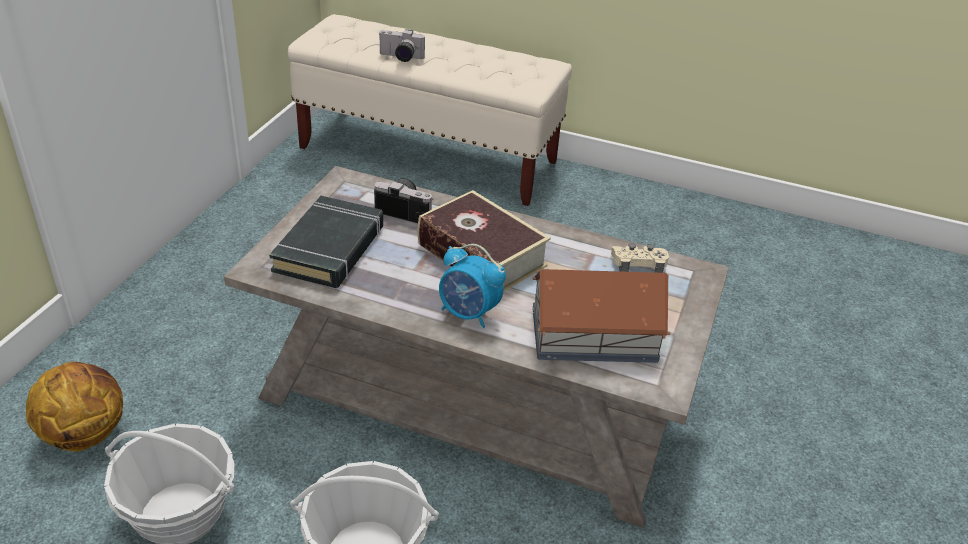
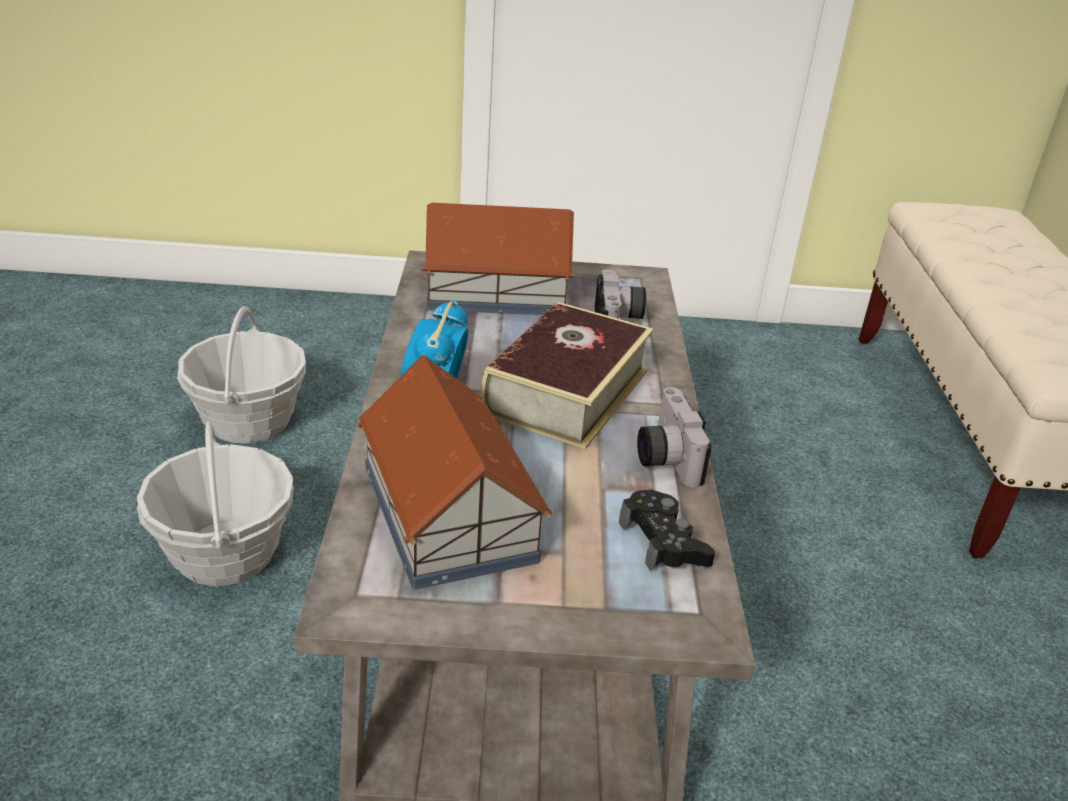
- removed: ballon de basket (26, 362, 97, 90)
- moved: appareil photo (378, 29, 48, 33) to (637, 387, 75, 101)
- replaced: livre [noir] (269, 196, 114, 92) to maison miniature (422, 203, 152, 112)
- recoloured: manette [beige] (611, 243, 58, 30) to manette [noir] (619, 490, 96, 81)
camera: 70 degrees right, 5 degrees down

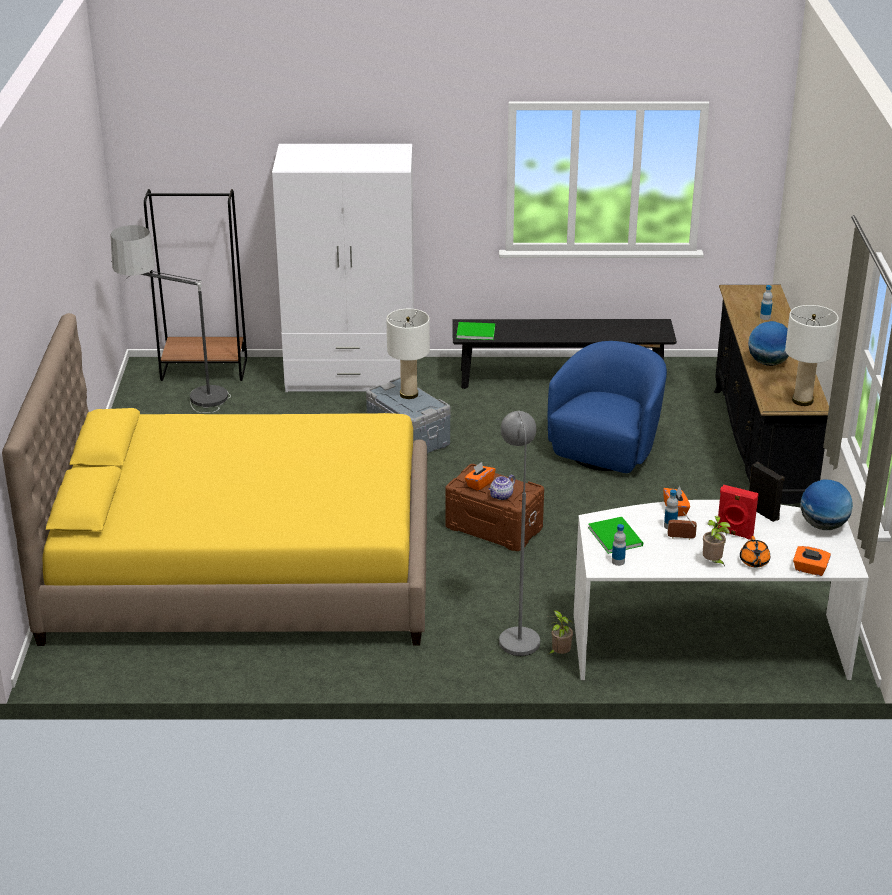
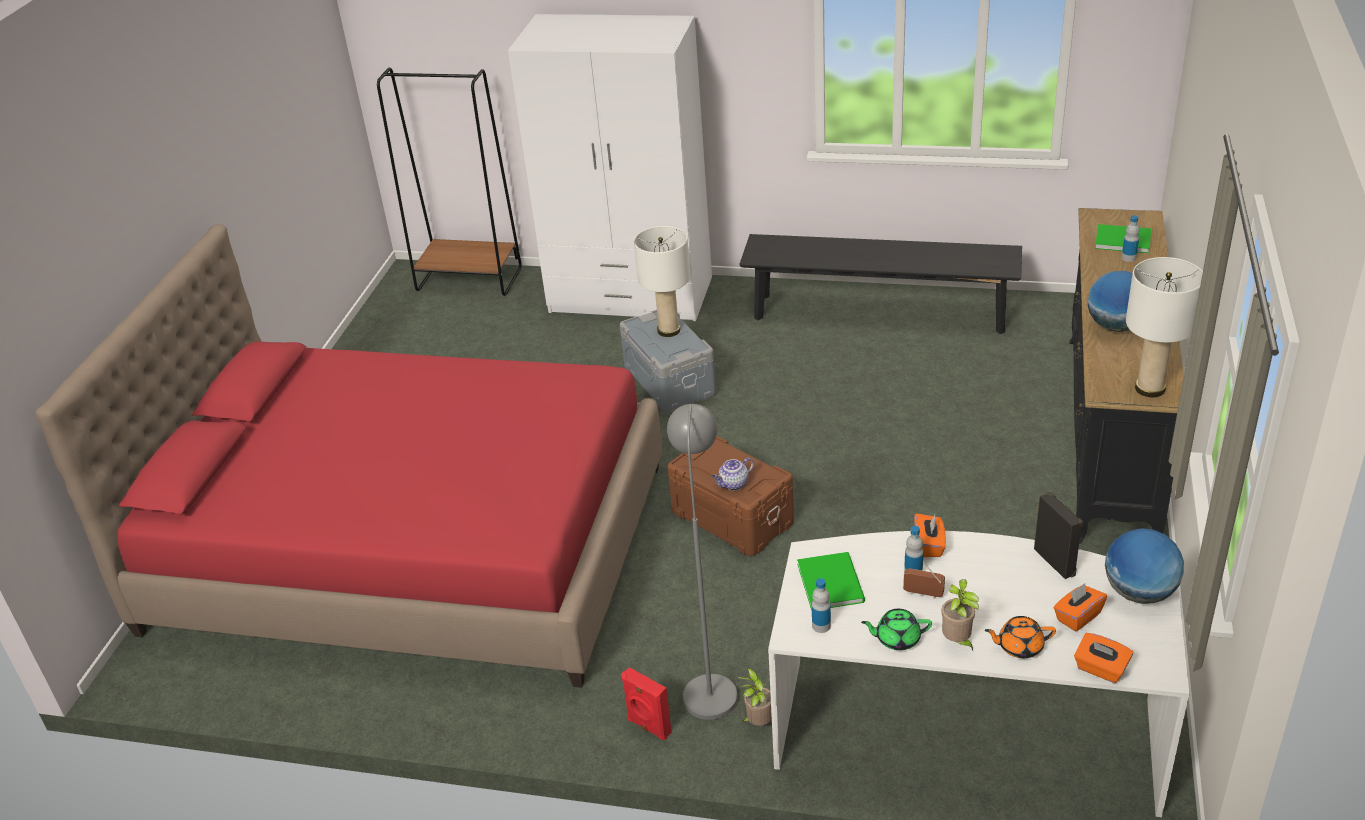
- removed: lampadaire (110, 225, 121, 188)
- removed: fauteuil [bleu] (548, 341, 119, 132)
- added: théière [vert] (861, 609, 71, 41)
- moved: livre [vert] (456, 322, 39, 18) to (1095, 224, 56, 29)
- moved: boîte à mouchoirs [orange] (465, 462, 31, 29) to (1054, 583, 53, 49)
- moved: enceinte [rouge] (718, 485, 41, 55) to (621, 667, 50, 73)
- recoloured: lit [jaune] (2, 313, 425, 333) to lit [rouge] (35, 224, 628, 464)
- turned: théière [orange] (740, 536, 30, 31) = (984, 616, 72, 42) 75 degrees clockwise
camera: 15 degrees right, 5 degrees up

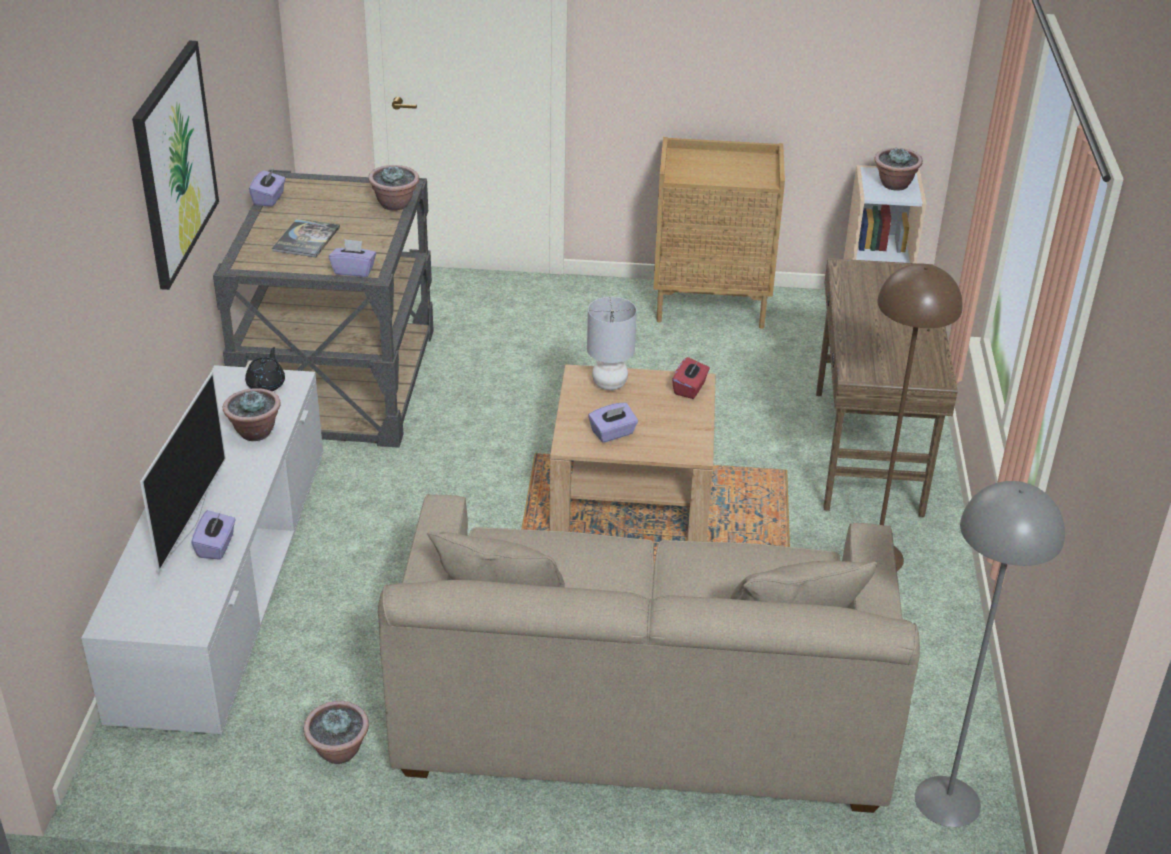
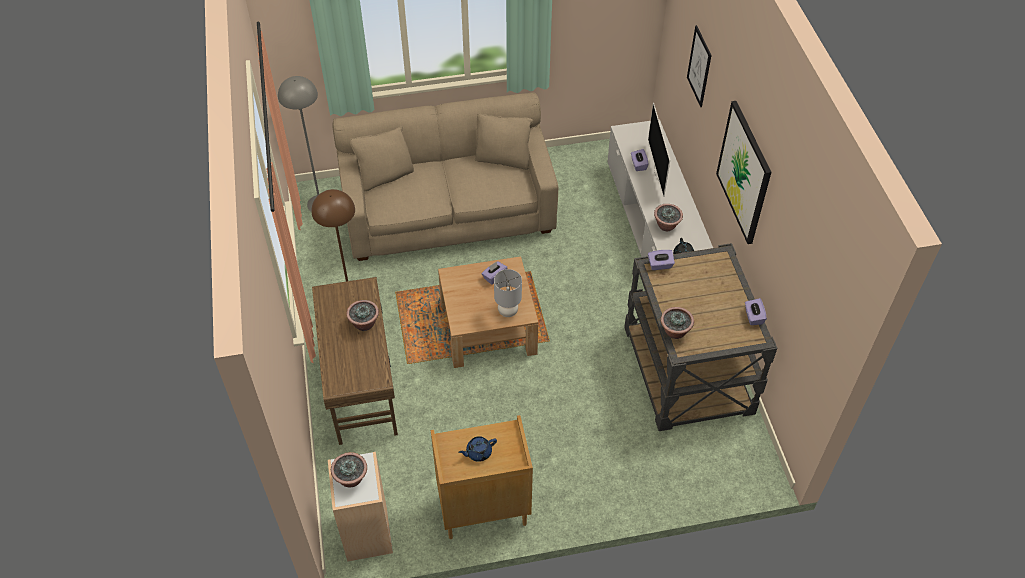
- removed: livre (272, 219, 68, 38)
- removed: boîte à mouchoirs [rouge] (672, 357, 38, 42)
- added: théière [bleu] (458, 436, 39, 26)
- added: tableau (687, 25, 25, 82)
- moved: plante en pot (304, 701, 65, 63) to (346, 300, 33, 31)
camera: 165 degrees right, 15 degrees up

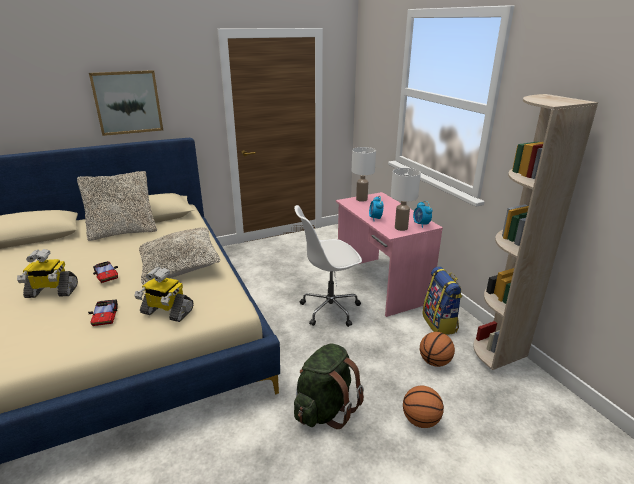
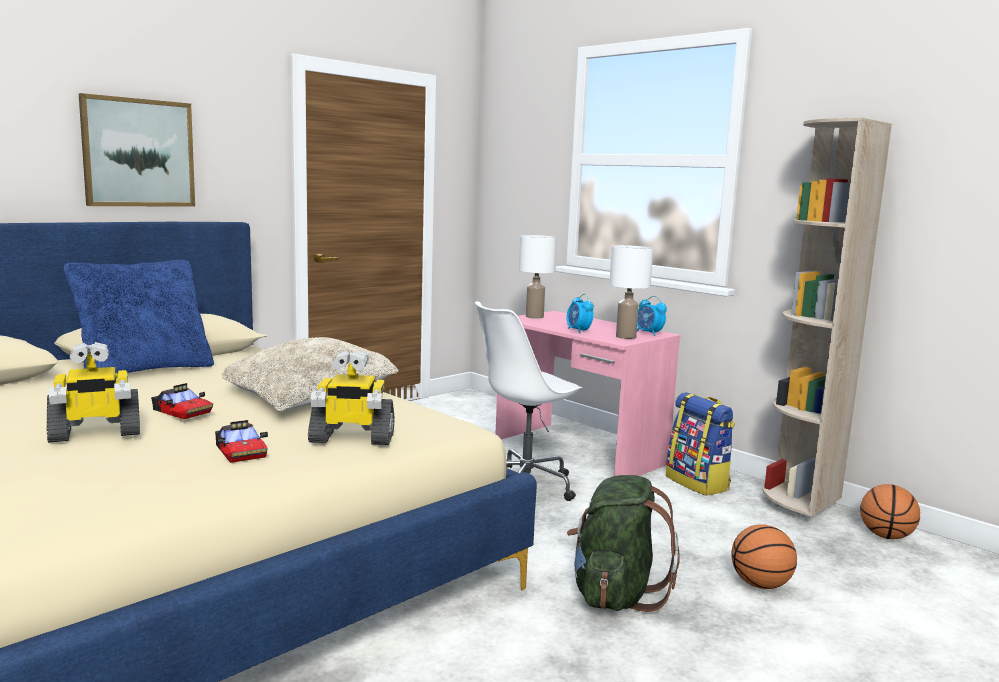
- moved: ballon de basket (420, 332, 35, 35) to (860, 484, 60, 55)
- recoloured: coussin [beige] (77, 171, 80, 70) to coussin [bleu] (64, 259, 150, 114)
camera: 20 degrees left, 15 degrees down

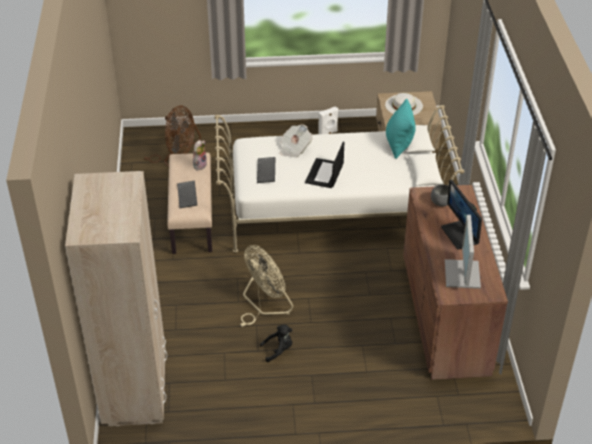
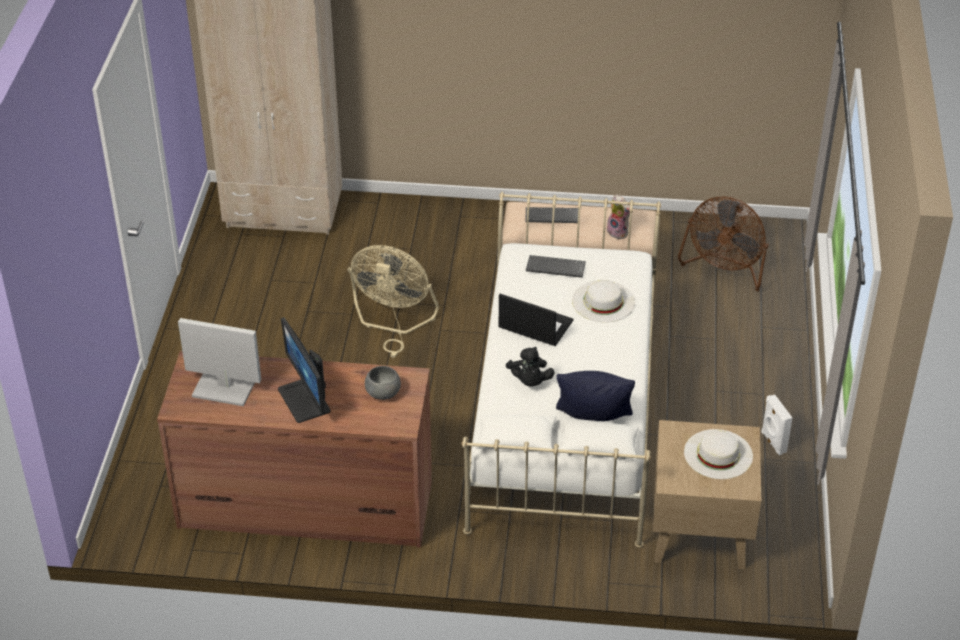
- moved: peluche [noir] (260, 324, 32, 38) to (506, 347, 48, 39)
- replaced: journal (280, 125, 32, 32) to chapeau [blanc] (572, 280, 63, 42)
- recoloured: coussin [turquoise] (386, 99, 30, 60) to coussin [noir] (556, 371, 79, 50)
- turned: ventilateur [beige] (239, 245, 54, 82) = (347, 245, 92, 113) 135 degrees counterclockwise
- turned: écran d'ordinateur (441, 179, 41, 70) = (278, 317, 53, 106) 105 degrees counterclockwise
camera: 100 degrees right, 0 degrees up

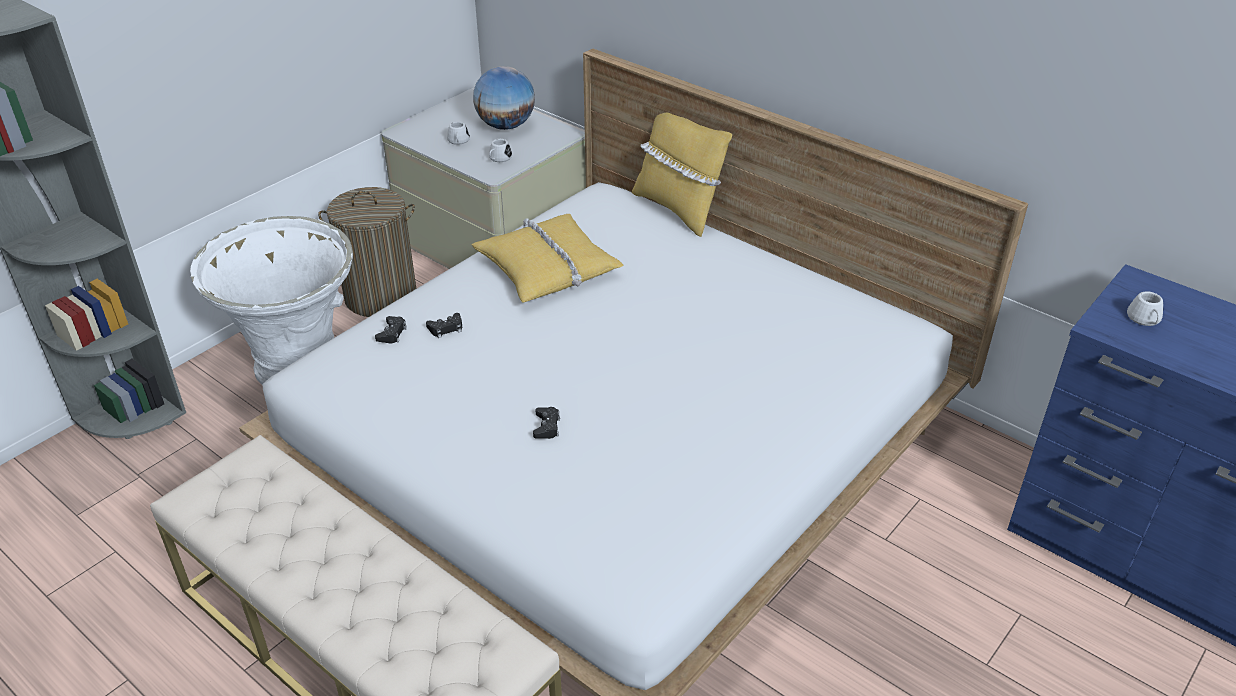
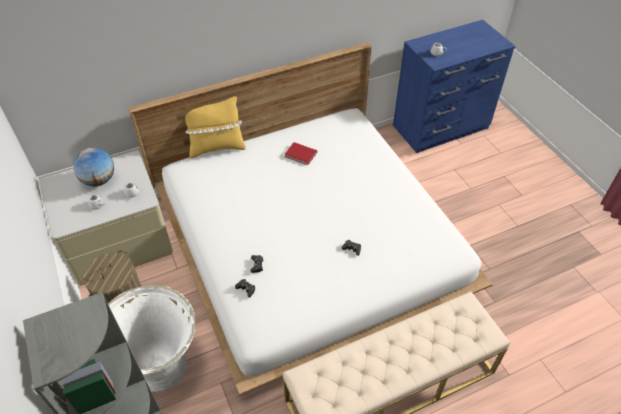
- removed: coussin [jaune] (471, 214, 153, 89)
- added: livre [rouge] (284, 142, 33, 23)
camera: 65 degrees left, 10 degrees up

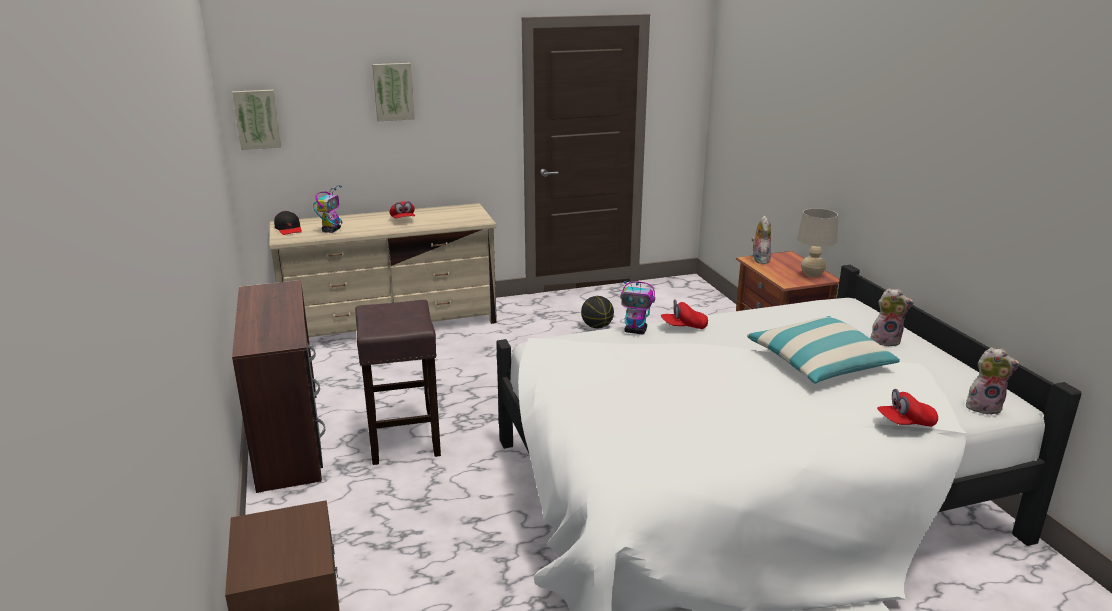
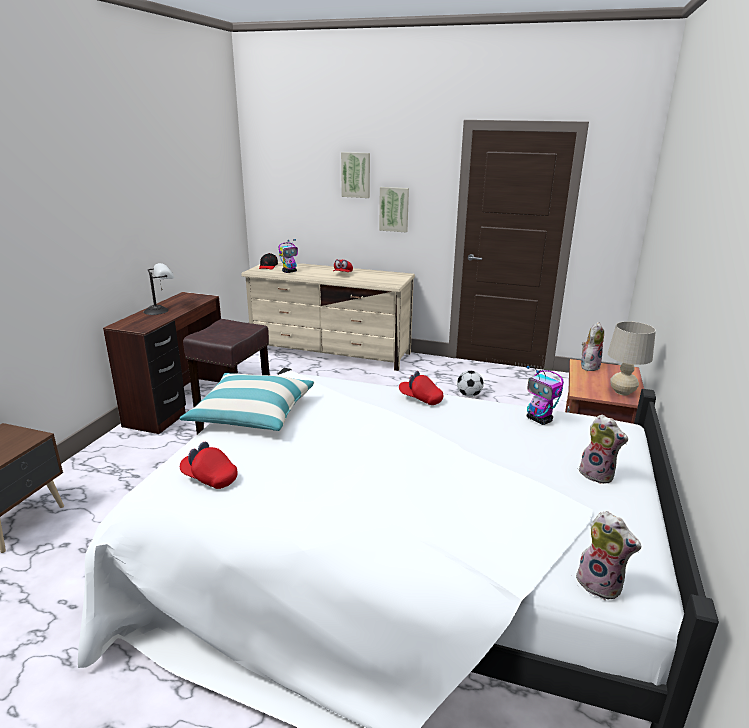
- added: lampe de table (143, 263, 32, 52)
- moved: tableau (232, 90, 49, 60) to (379, 187, 30, 45)
- moved: robot jouet (620, 280, 35, 55) to (526, 366, 38, 59)
- moved: coussin (747, 316, 153, 68) to (179, 373, 135, 58)
- moved: casquette [rouge] (877, 389, 61, 38) to (180, 442, 58, 47)
- replaced: ballon de basket (581, 296, 33, 32) to ballon de foot (457, 370, 27, 27)
camera: 35 degrees right, 0 degrees up

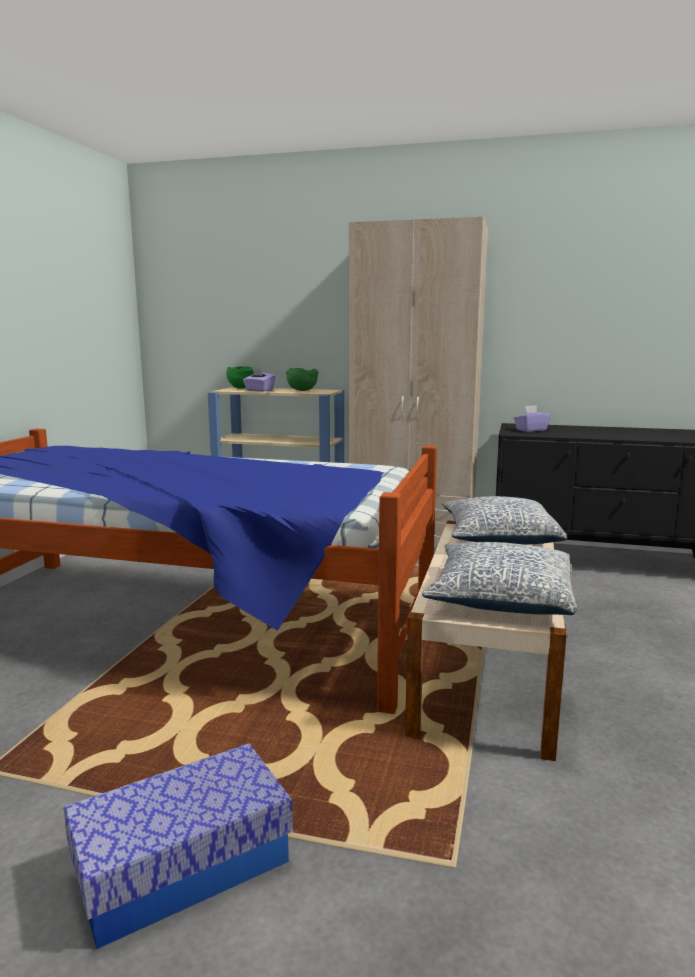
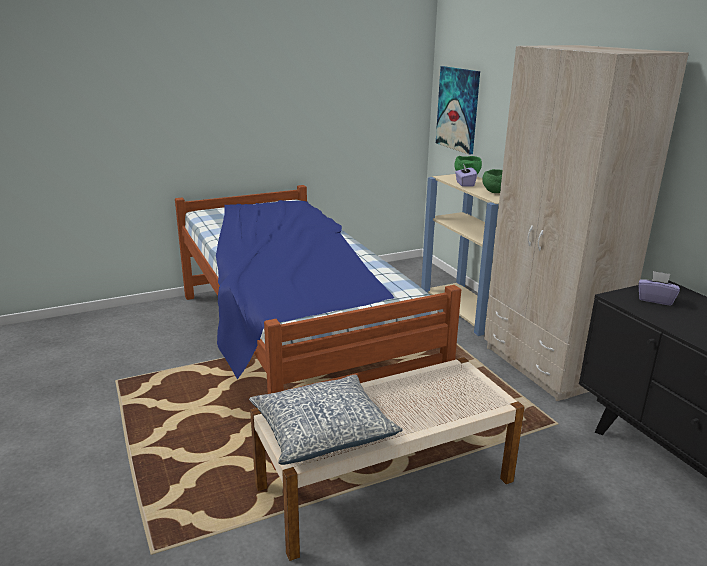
- removed: boîte de rangement (64, 743, 229, 206)
- removed: coussin (442, 496, 125, 49)
- added: tableau (436, 66, 44, 89)
camera: 50 degrees right, 10 degrees up

